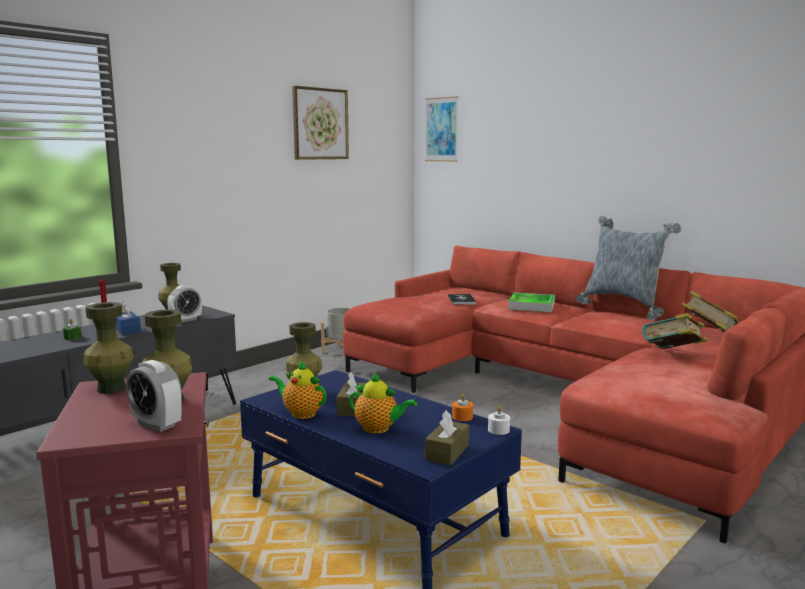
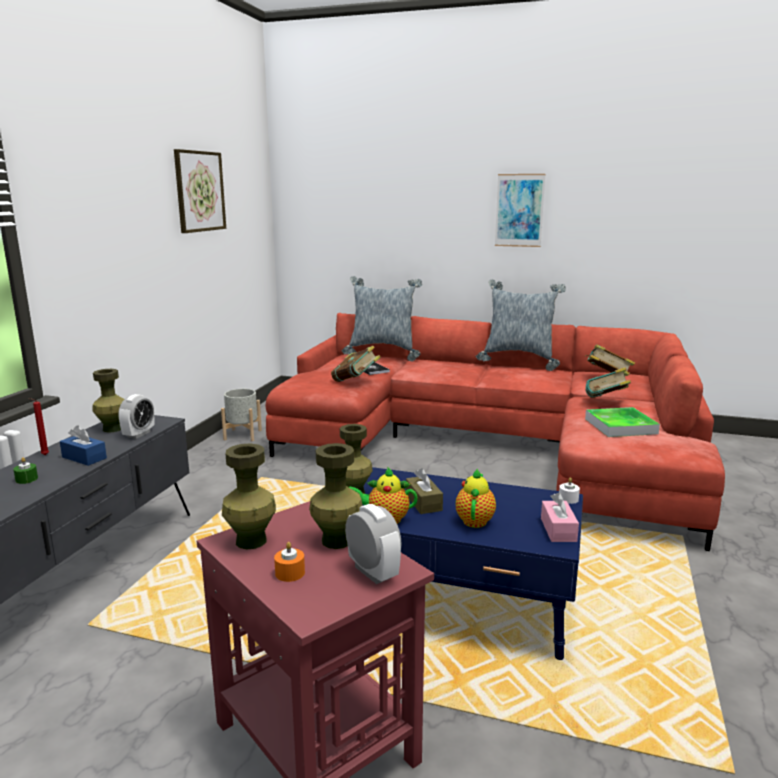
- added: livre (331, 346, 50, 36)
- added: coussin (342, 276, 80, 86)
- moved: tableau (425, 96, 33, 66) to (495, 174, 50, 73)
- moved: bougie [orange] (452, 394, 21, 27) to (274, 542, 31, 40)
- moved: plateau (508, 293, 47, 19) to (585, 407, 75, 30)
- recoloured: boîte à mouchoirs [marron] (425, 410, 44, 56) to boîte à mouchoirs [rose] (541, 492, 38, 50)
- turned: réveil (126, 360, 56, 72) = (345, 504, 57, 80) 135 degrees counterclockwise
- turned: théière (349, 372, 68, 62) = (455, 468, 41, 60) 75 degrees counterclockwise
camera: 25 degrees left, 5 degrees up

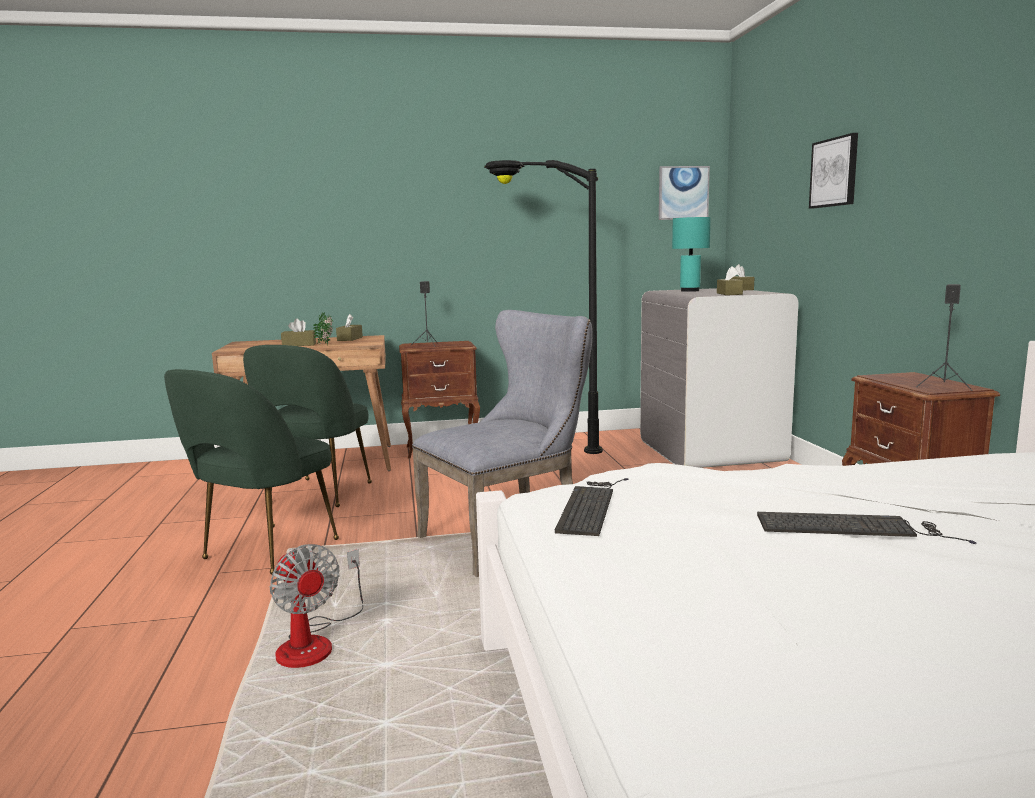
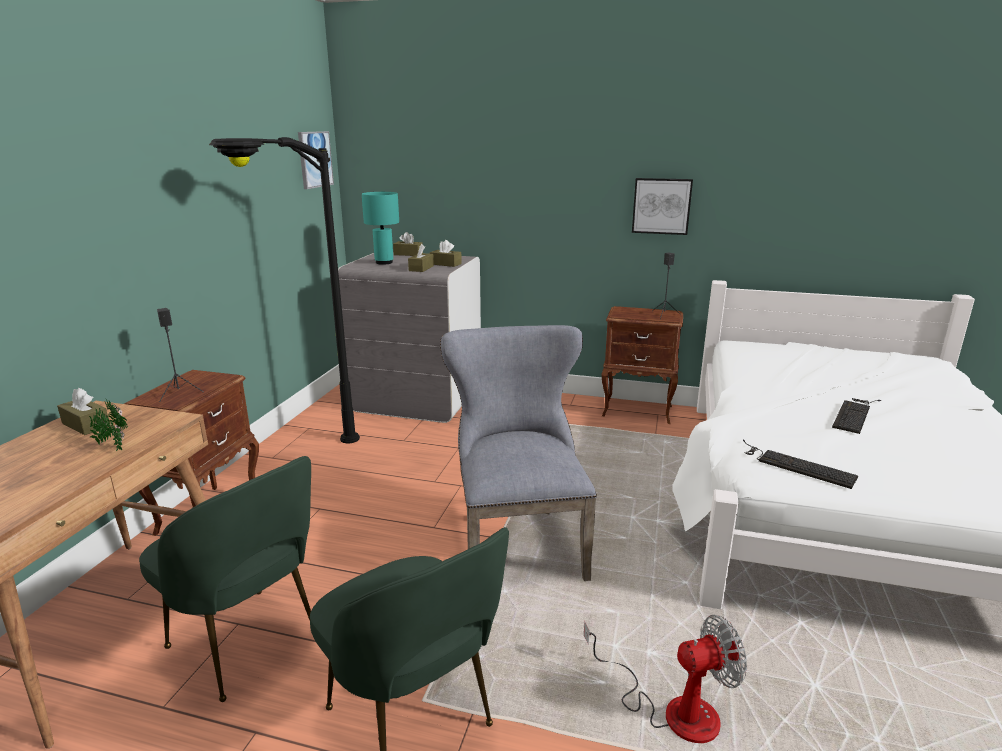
- moved: boîte à mouchoirs [marron] (281, 319, 35, 27) to (408, 244, 26, 28)
- moved: tableau (809, 133, 49, 76) to (632, 178, 61, 57)
camera: 65 degrees left, 10 degrees up

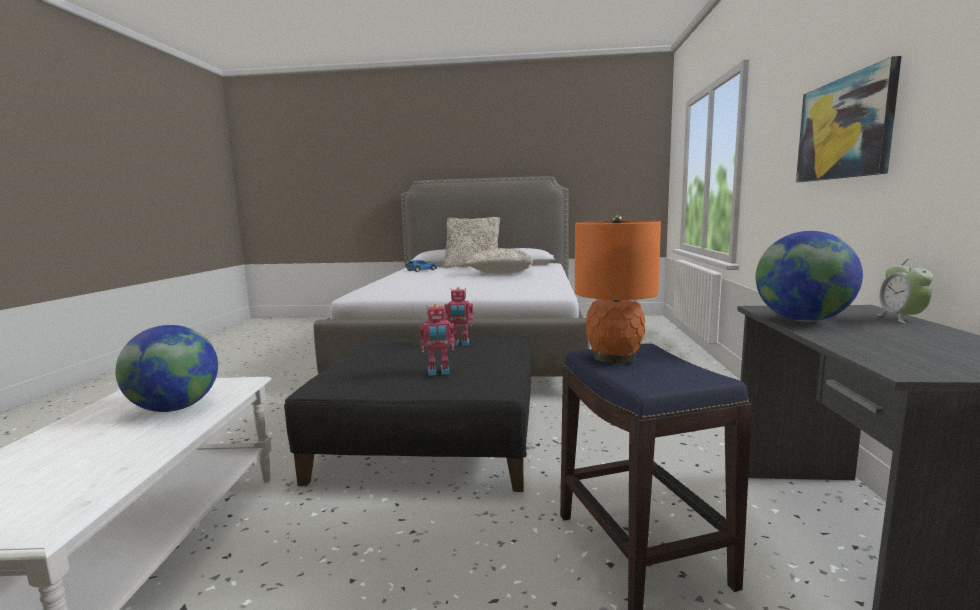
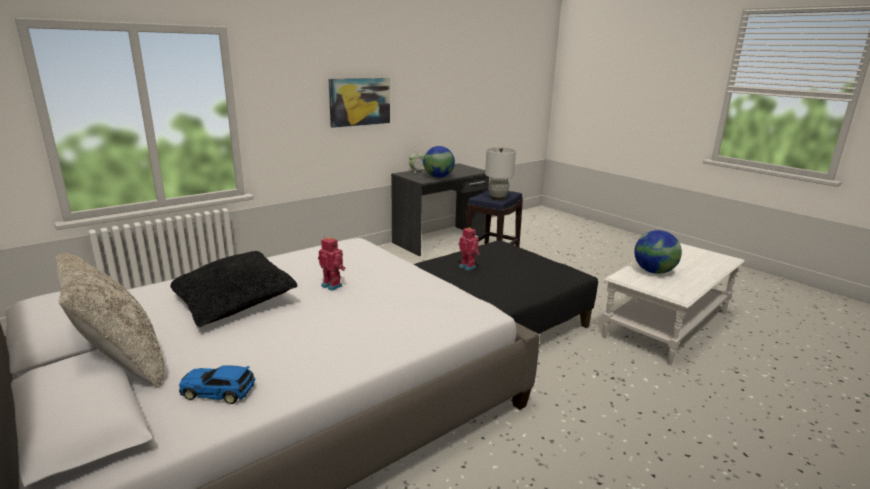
- moved: robot jouet (419, 304, 36, 72) to (318, 236, 27, 55)
- recoloured: coussin [beige] (466, 248, 67, 26) to coussin [noir] (170, 251, 128, 76)
- recoloured: lampe de table [orange] (575, 215, 86, 149) to lampe de table [blanc] (485, 148, 31, 52)
camera: 135 degrees left, 10 degrees up

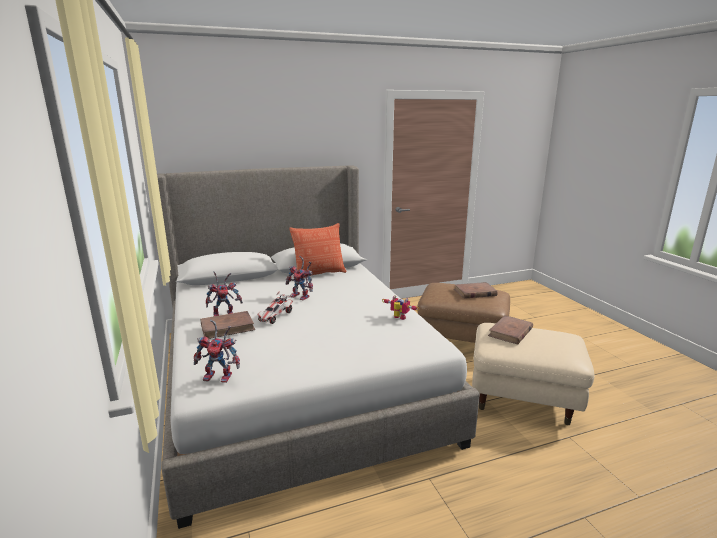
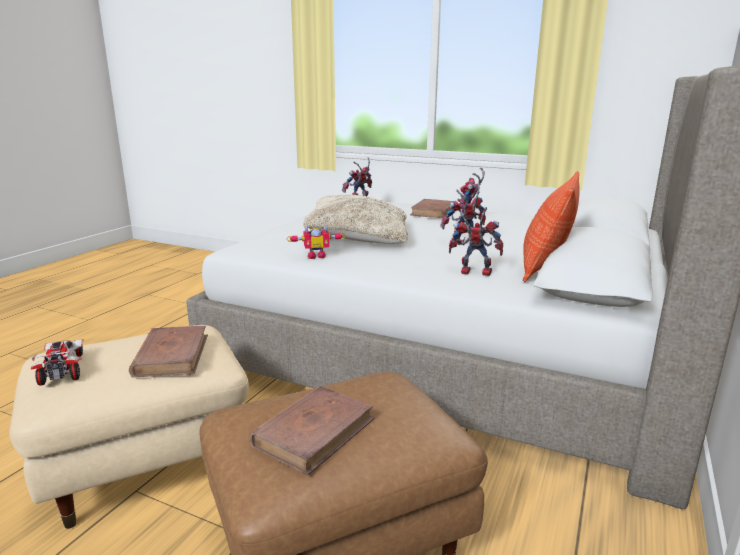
- added: coussin [beige] (303, 194, 105, 50)
- added: robot jouet (449, 207, 54, 69)
- moved: petite voiture (257, 291, 36, 33) to (31, 339, 53, 47)
camera: 135 degrees right, 0 degrees up

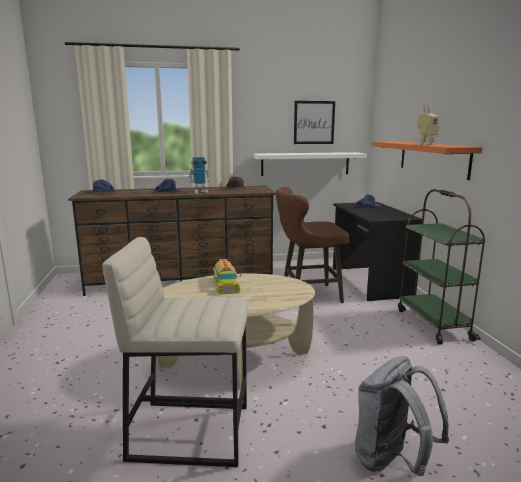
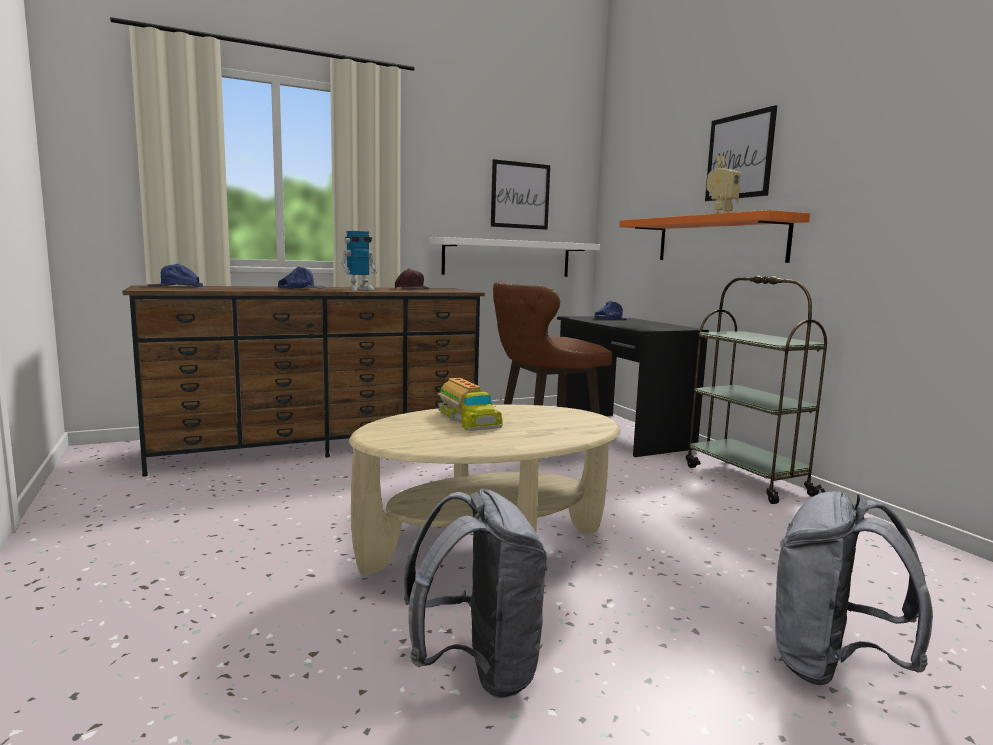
- added: tableau (705, 105, 72, 96)
- replaced: tabouret [beige] (102, 237, 146, 230) to sac à dos [gris] (404, 489, 144, 209)
camera: 15 degrees left, 5 degrees down

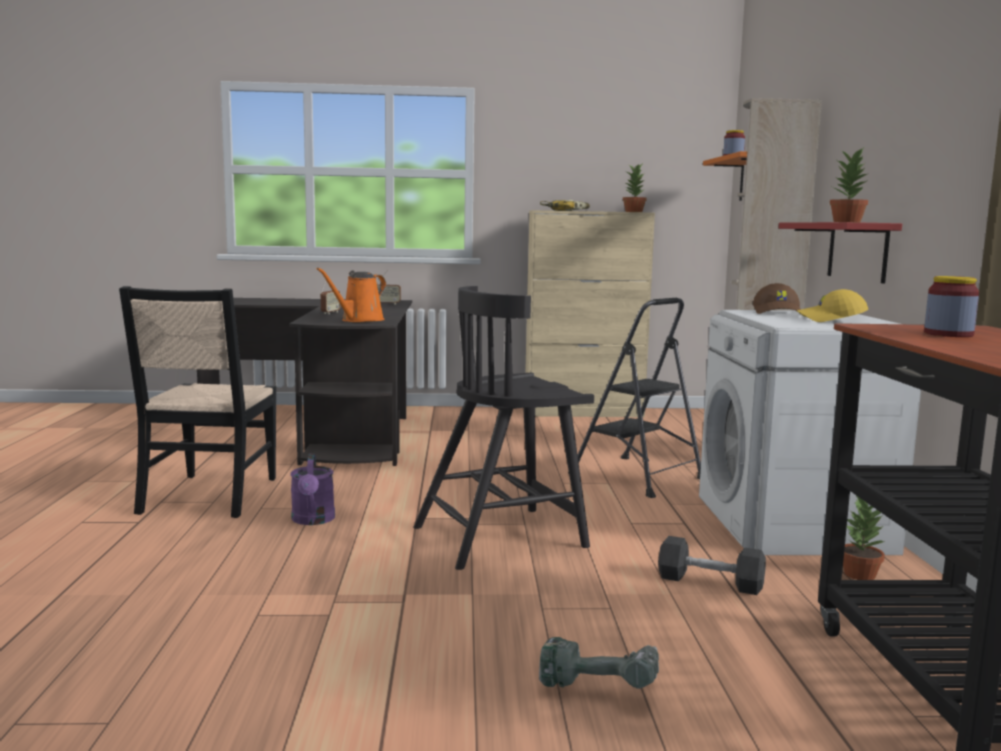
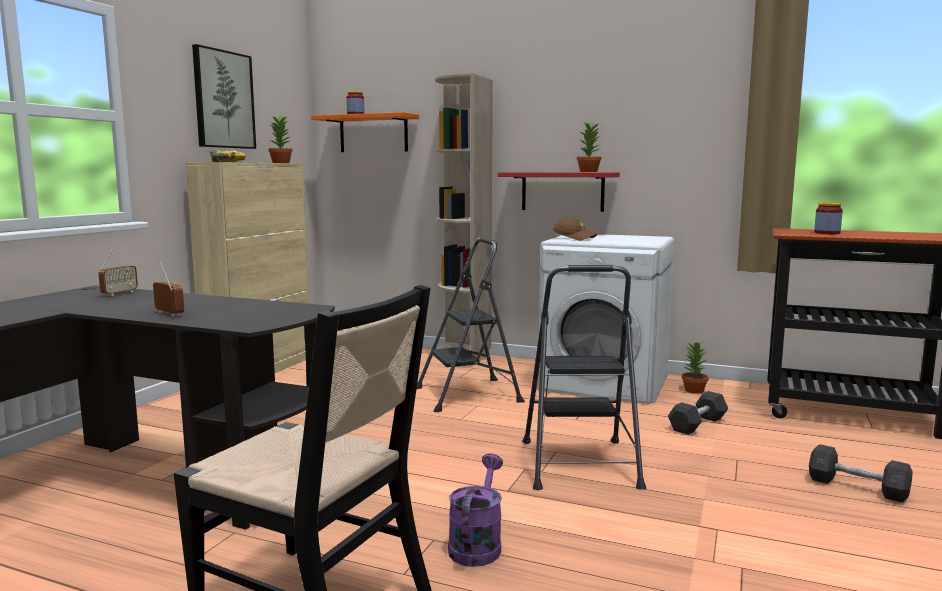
- removed: arrosoir [orange] (317, 268, 69, 54)
- removed: casquette [jaune] (797, 289, 71, 33)
- added: tableau (192, 44, 64, 105)
- replaced: chaise [noir] (413, 286, 181, 284) to escabeau [noir] (522, 265, 124, 225)
- replaced: perceuse (539, 637, 120, 52) to haltère [gris] (809, 444, 104, 59)
- turned: arrosoir [violet] (290, 454, 45, 71) = (448, 453, 55, 114) 90 degrees counterclockwise
camera: 65 degrees left, 0 degrees up

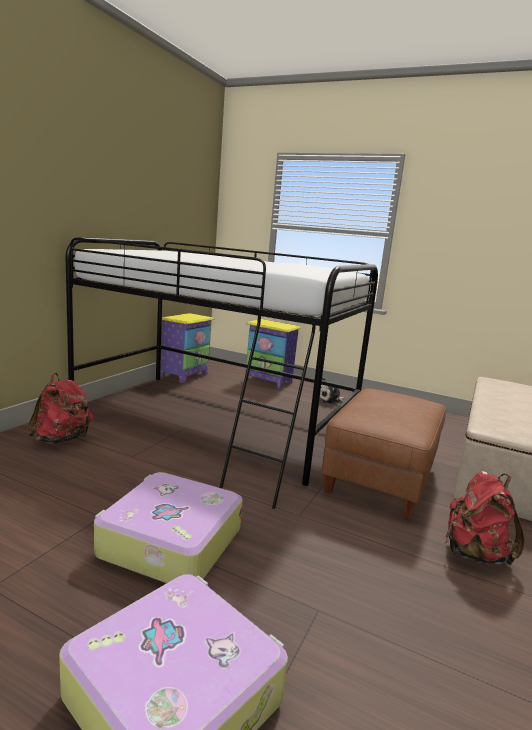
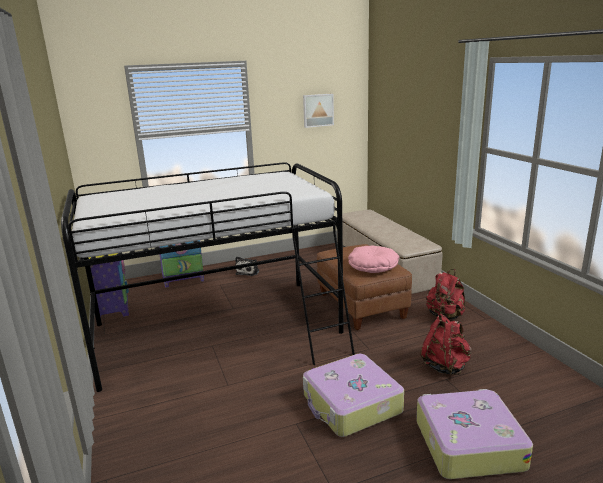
- added: tableau (303, 94, 31, 34)
- added: coussin [rose] (348, 245, 51, 28)
- moved: sac à dos [rouge] (27, 373, 66, 71) to (420, 314, 52, 61)
camera: 45 degrees left, 5 degrees up

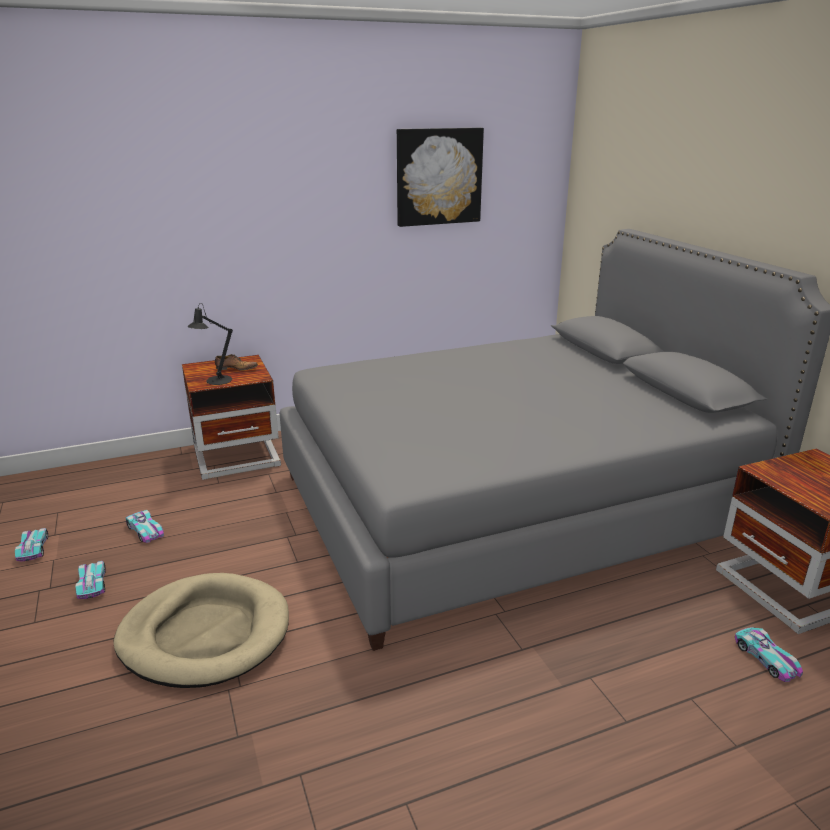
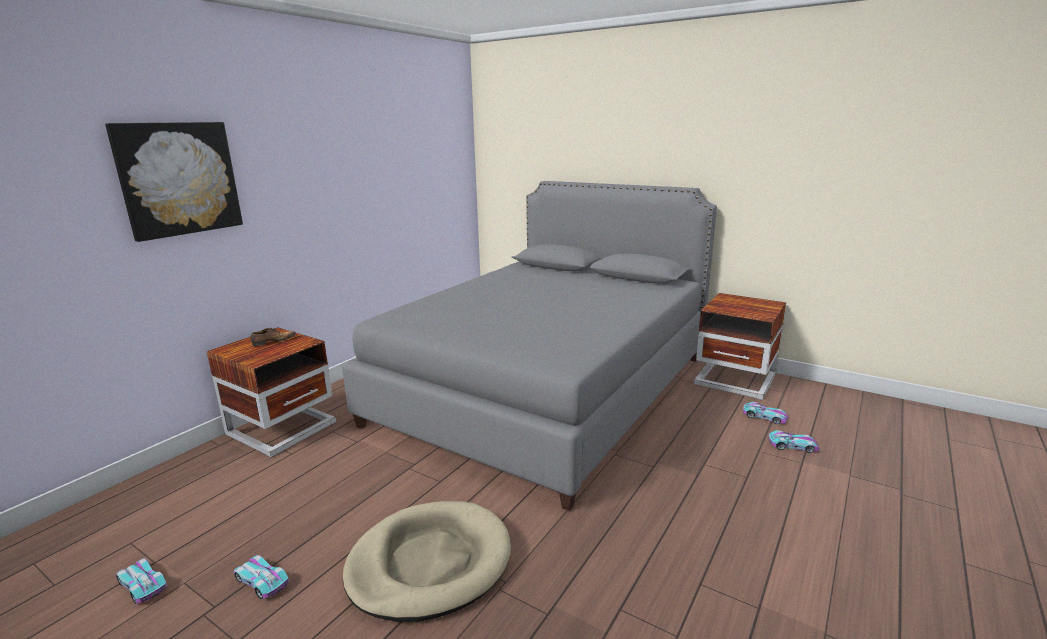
- removed: lampe de table [noir] (187, 303, 46, 82)
- moved: petite voiture (126, 510, 38, 33) to (769, 430, 50, 23)
- moved: tableau (397, 128, 87, 99) to (105, 122, 138, 120)
camera: 35 degrees left, 5 degrees down

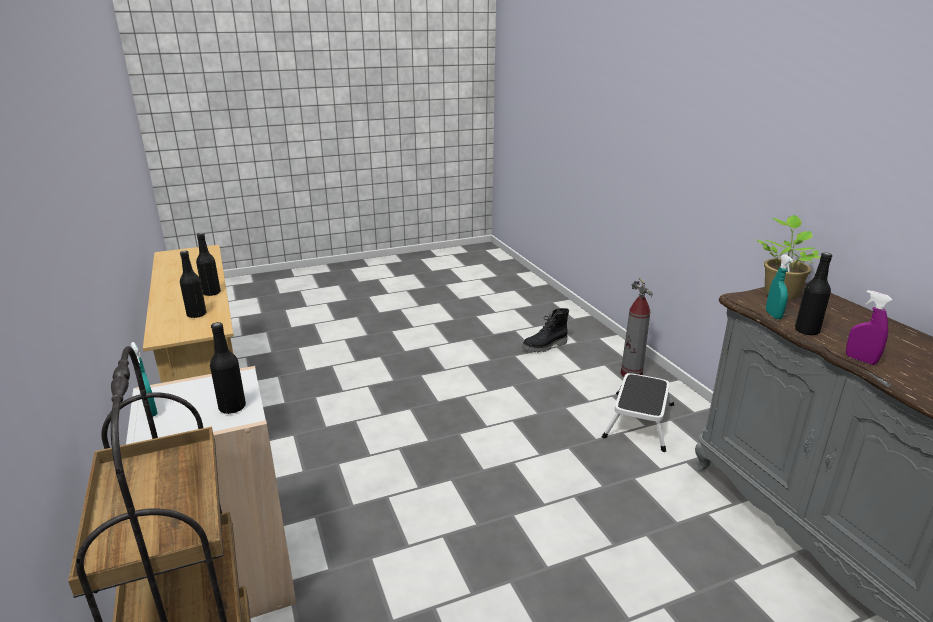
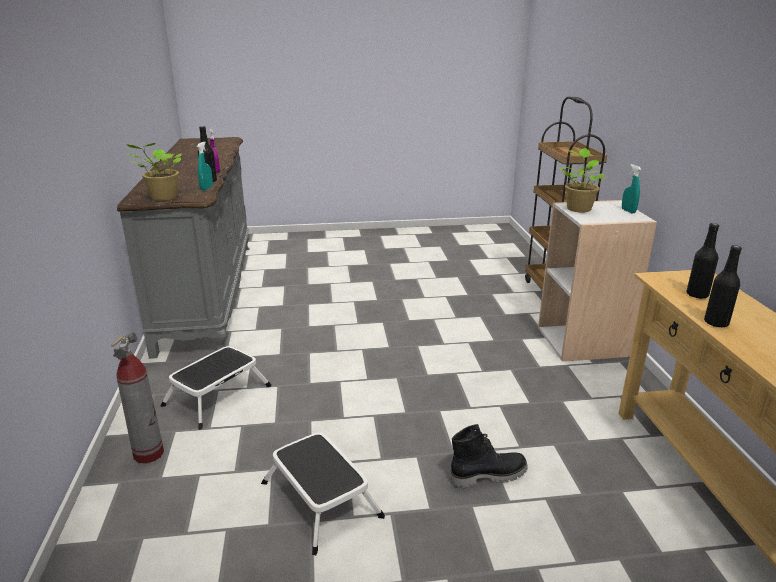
- added: escabeau [noir] (261, 432, 124, 123)
- moved: botte [noir] (522, 308, 47, 44) to (450, 424, 78, 64)
- replaced: bouteille [noir] (210, 322, 36, 92) to plante en pot (558, 148, 48, 65)
camera: 165 degrees left, 0 degrees up

